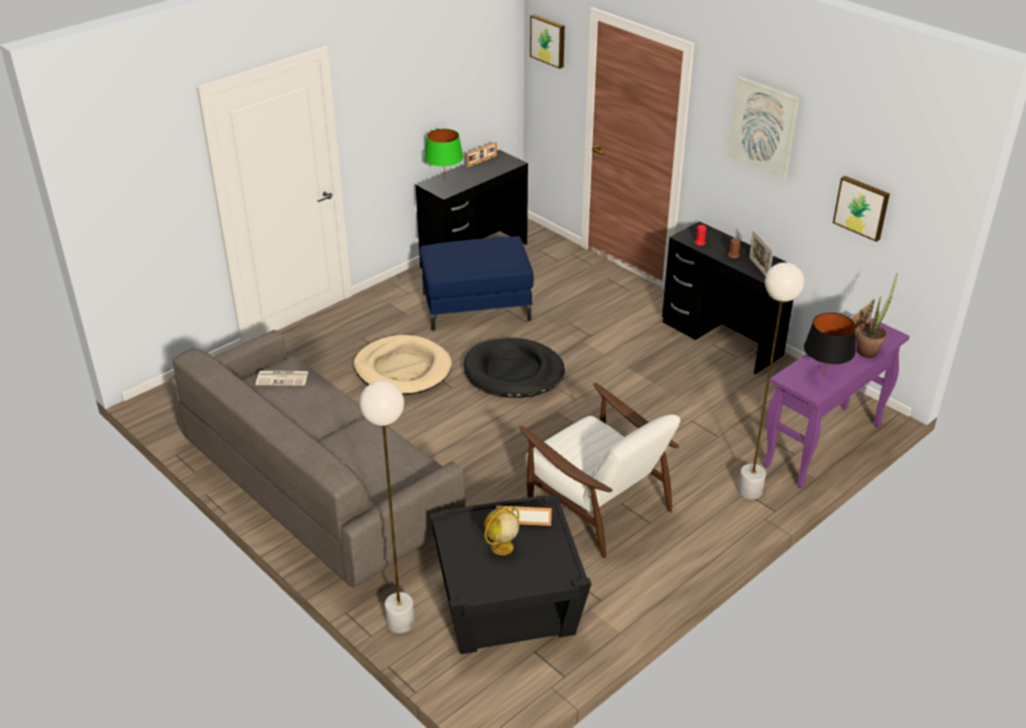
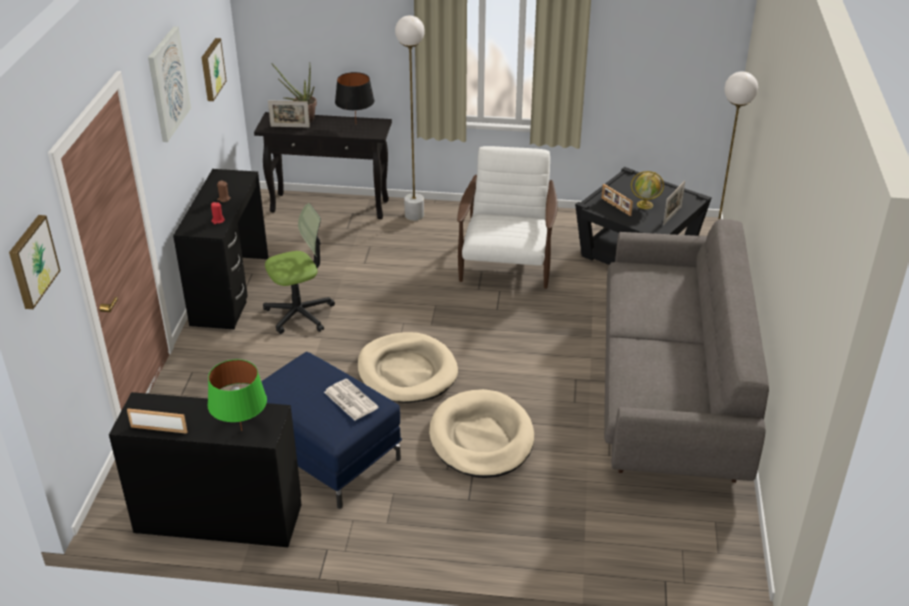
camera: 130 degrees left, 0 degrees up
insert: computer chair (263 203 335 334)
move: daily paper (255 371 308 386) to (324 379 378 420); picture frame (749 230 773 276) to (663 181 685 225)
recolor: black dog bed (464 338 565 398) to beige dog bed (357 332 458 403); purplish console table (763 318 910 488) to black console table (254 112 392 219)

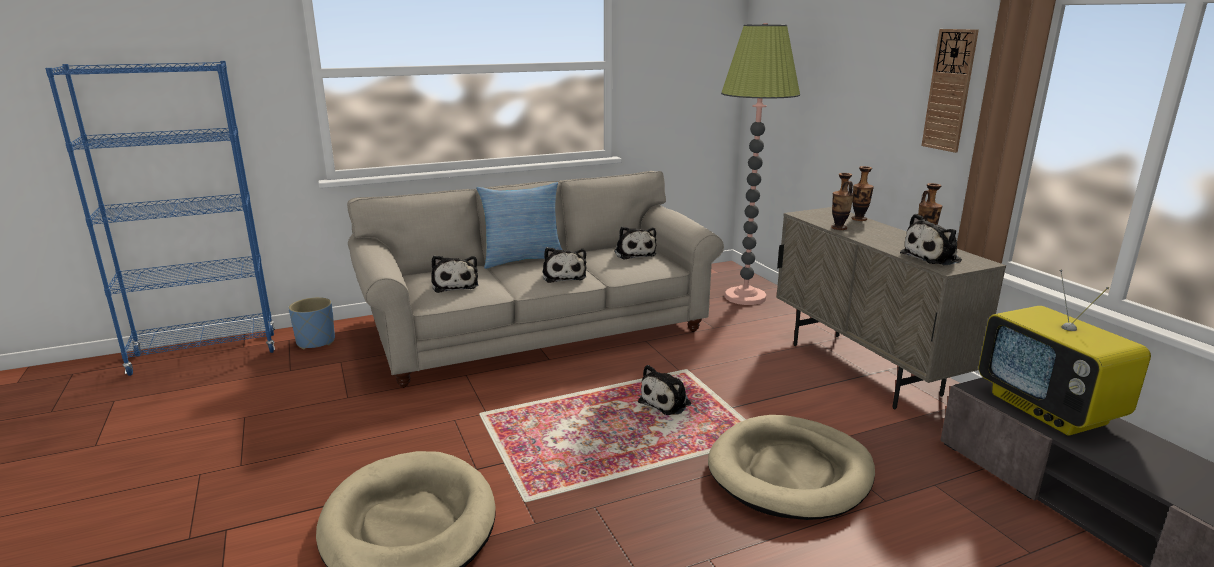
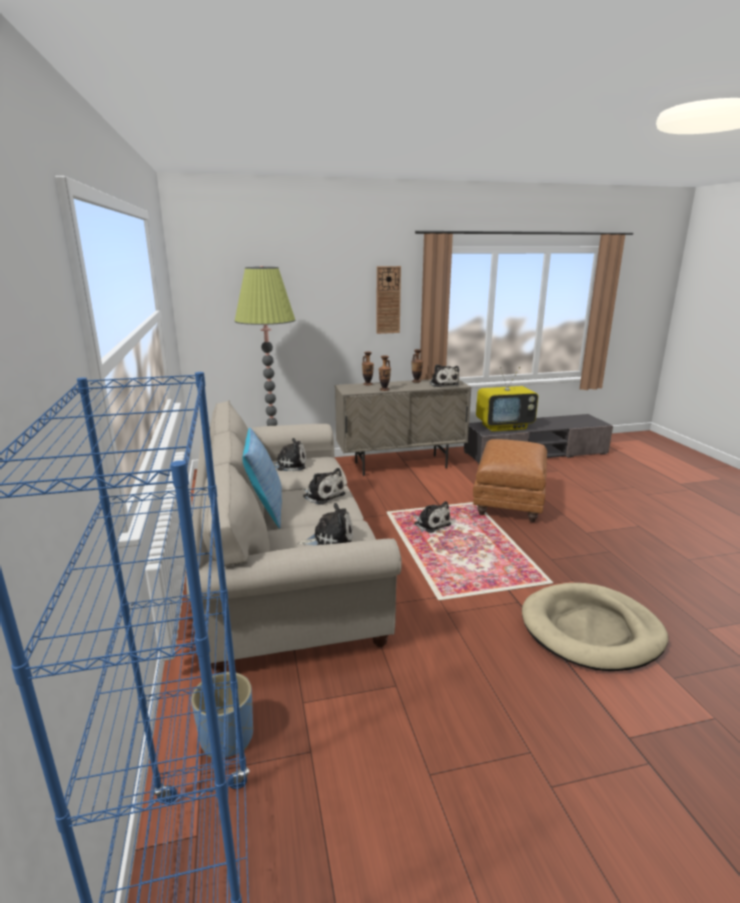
camera: 80 degrees left, 0 degrees up
replace: beige dog bed (708 415 875 520) to brown footrest (473 439 547 522)
rotate: plush toy (543 247 587 283) = (301 468 346 505) 45 degrees clockwise

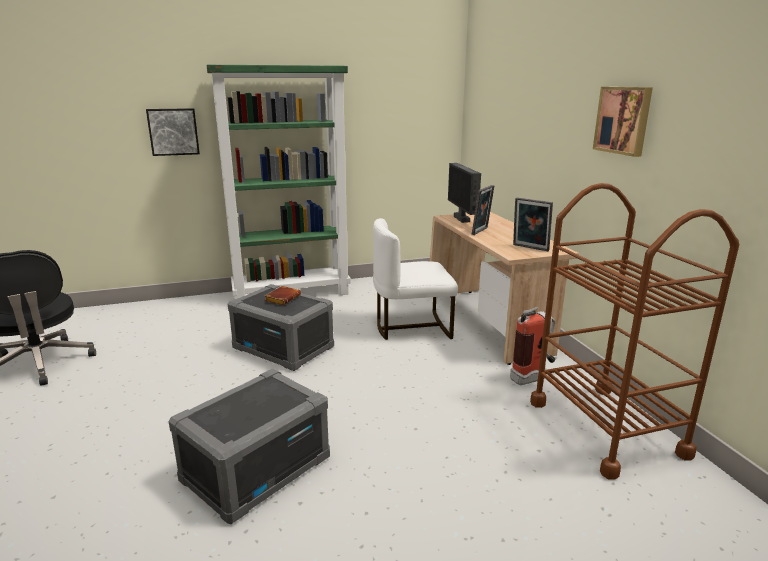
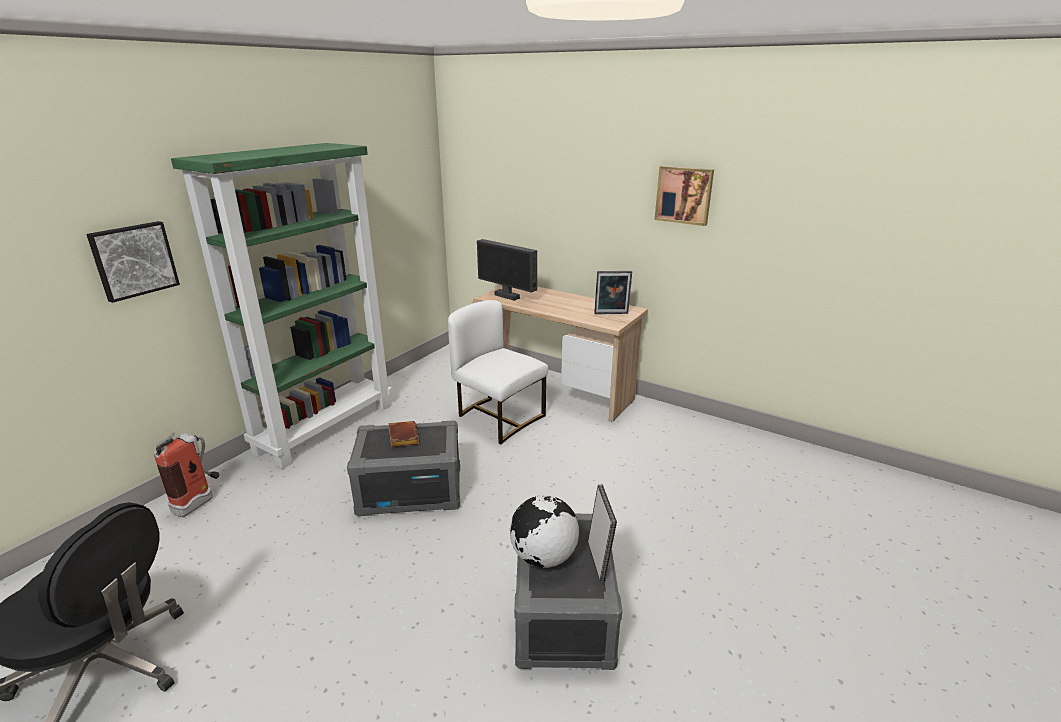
camera: 40 degrees left, 5 degrees up
delete: brown cart (530 183 739 480)
insert: world globe (510 495 579 568)
move: picture frame (472 185 494 235) to (588 485 617 582); fire-fighting cylinder (510 307 555 385) to (154 432 220 517)
rotate: whitish upright chair (373 218 458 340) = (448 300 548 444) 90 degrees clockwise

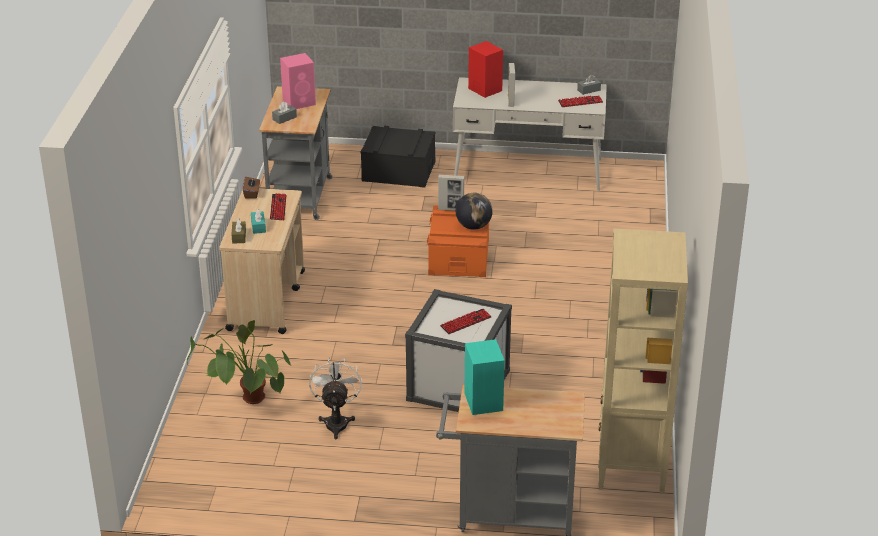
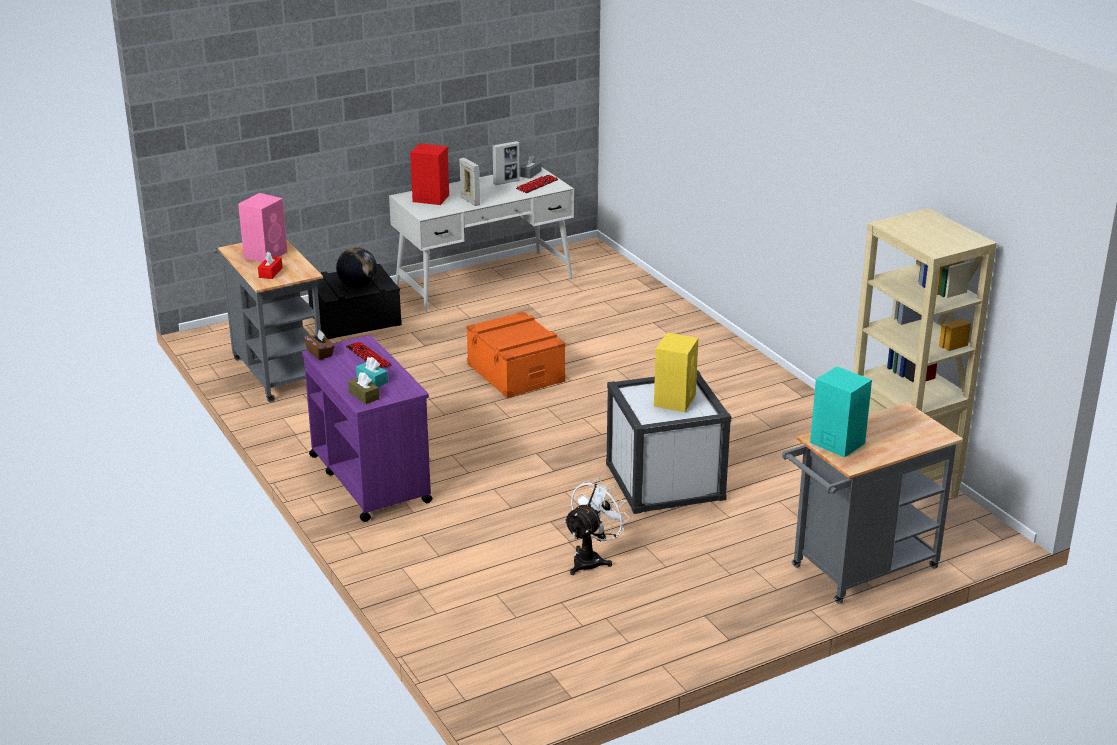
camera: 35 degrees left, 5 degrees down
delete: potted plant (187 320 292 404)
move: picture frame (438 174 465 211) to (492 141 520 185); world globe (456 193 493 230) to (336 247 377 288)
replace: keyboard (440 309 492 334) to yellow loudspeaker (654 333 698 412)
recolor: beige cart (219 188 305 334) to purplish cart (302 335 433 522); gray box of tissues (272 101 297 124) to red-coloured box of tissues (258 252 283 279)
rotate: whitish electric fan (309 357 362 439) = (564 478 630 575) 75 degrees clockwise

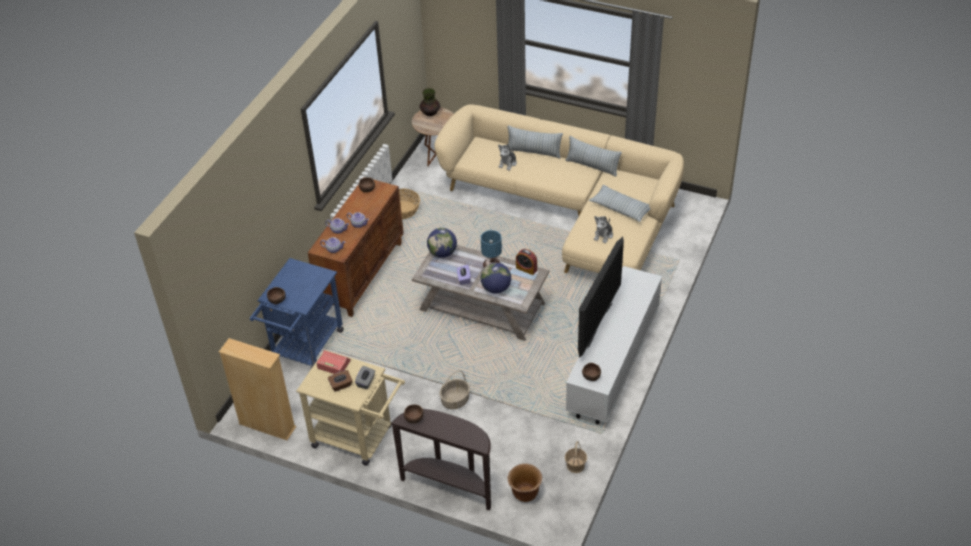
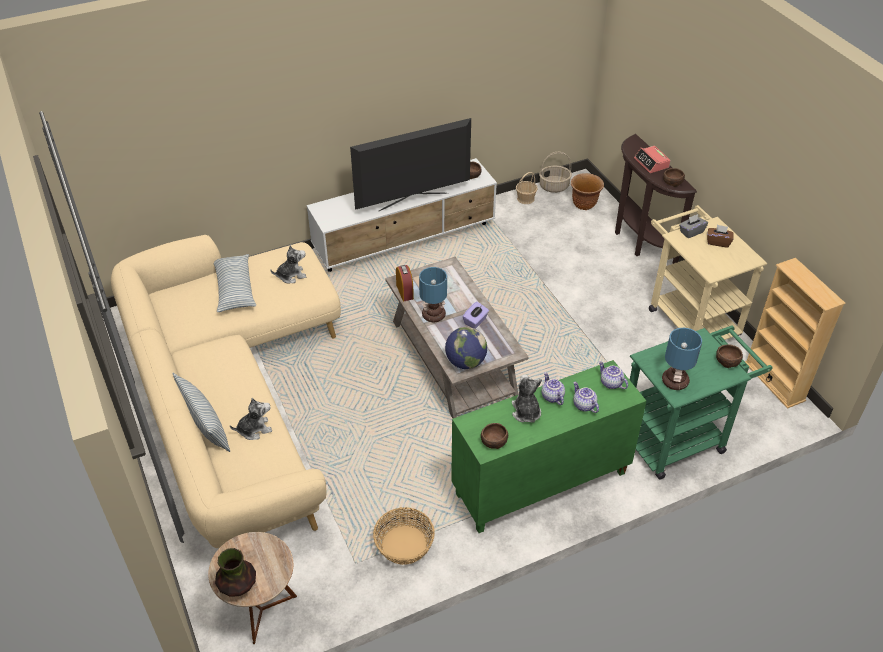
camera: 140 degrees left, 0 degrees up
delete: world globe (481 263 511 294); pillow (565 136 622 177)
insert: plush toy (512 374 542 422); lamp for a table (662 328 702 390)
move: bedside clock (317 350 351 374) to (634 146 671 173); basket (439 370 470 410) to (539 152 572 193)
recolor: blue-coloured cart (250 258 343 367) to green-coloured cart (630 326 773 479); brown storage cabinet (308 177 404 317) to green-coloured storage cabinet (451 360 647 533)

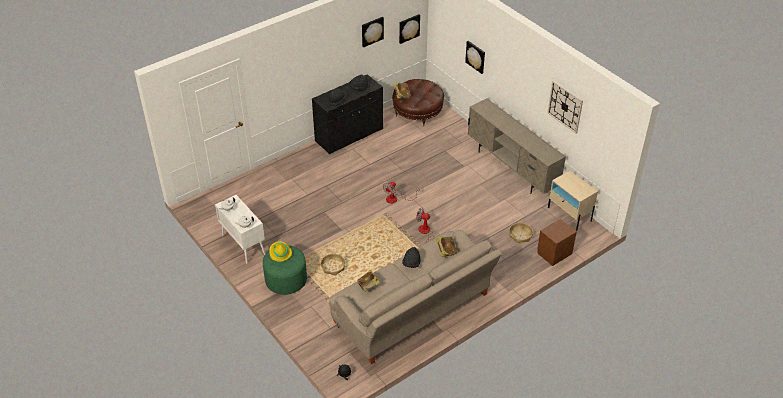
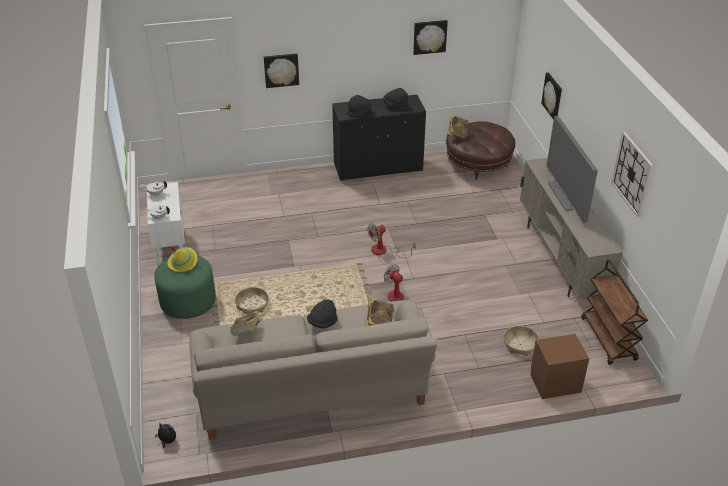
camera: 25 degrees right, 5 degrees down
insert: television (546 116 598 224)
move: wall art (399 14 420 44) to (264 53 299 88)
replace: beige bedside table (548 170 598 230) to brown cart (581 260 648 365)

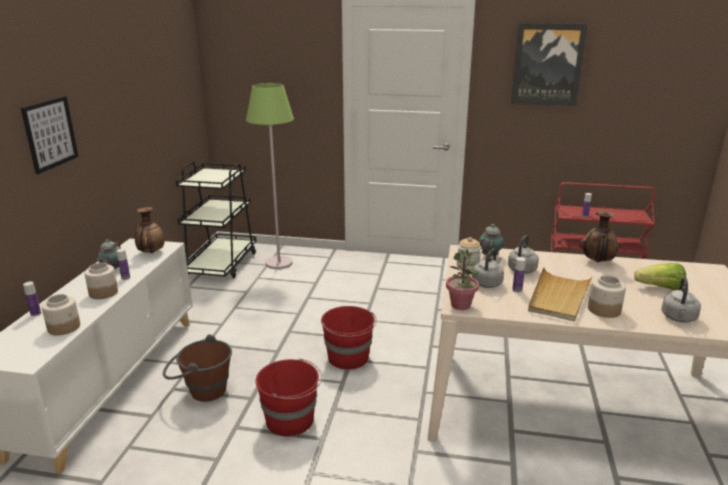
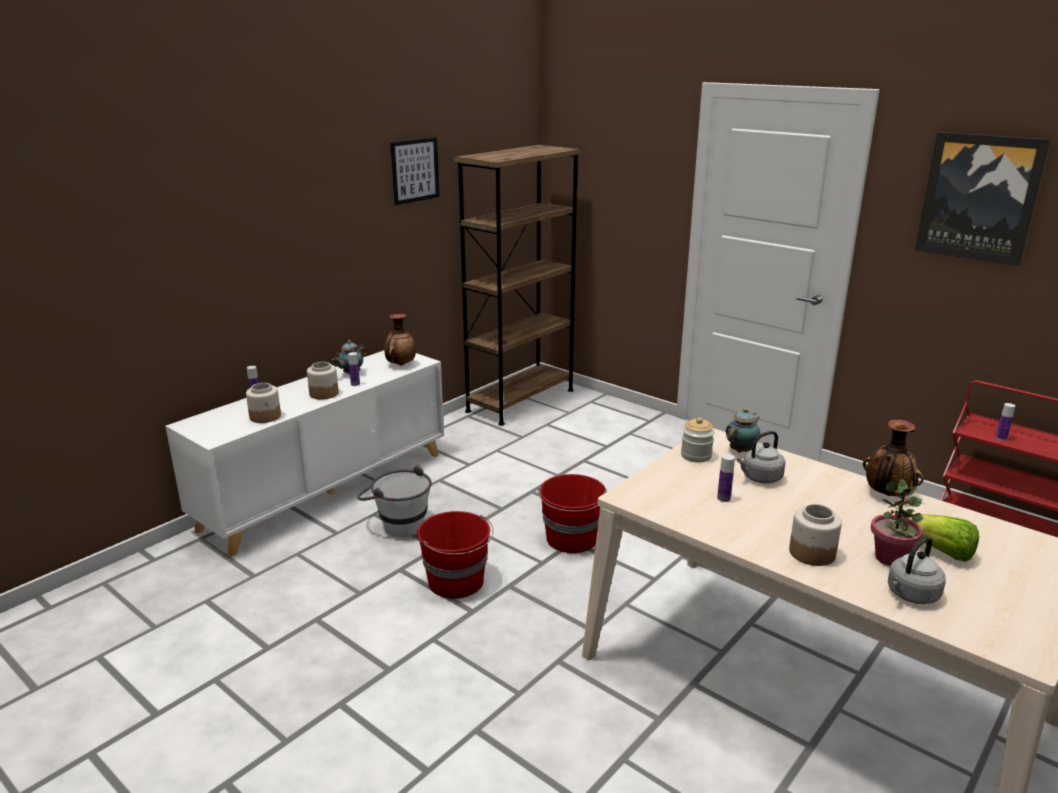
camera: 30 degrees right, 0 degrees up
delete: green-coloured floor lamp (246 83 294 269); gray tea kettle (472 248 504 288); beige serving tray (528 267 593 322)
move: wall art (21 96 79 174) to (390 137 440 205); potted plant (446 249 480 310) to (871 479 923 566)
replace: black cart (176 161 256 278) to brown shelving unit (454 145 581 426)
recolor: brown pail (163 334 232 402) to whitish pail (357 465 432 537)

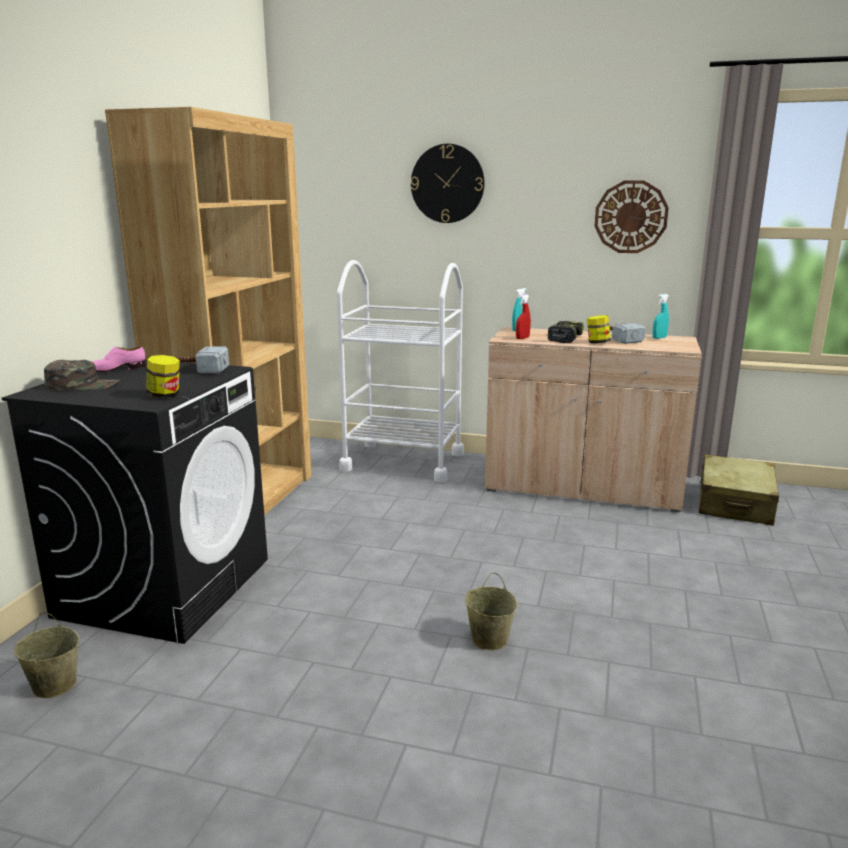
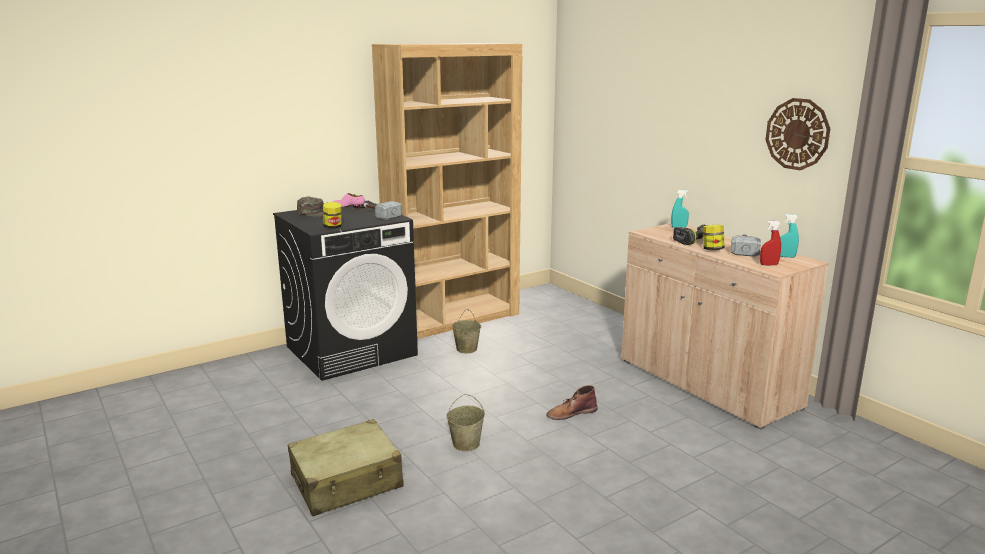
camera: 40 degrees right, 0 degrees up
delete: whitish cart (337 260 464 482); clock on the wall (411 144 485 223)
insert: brown tall boot (546 385 597 420)
move: beige pail (14 612 79 698) to (452 309 481 353); red-coloured hand sprayer (516 294 531 339) to (760 221 781 265); beige travel case (698 455 780 526) to (288 419 404 516)

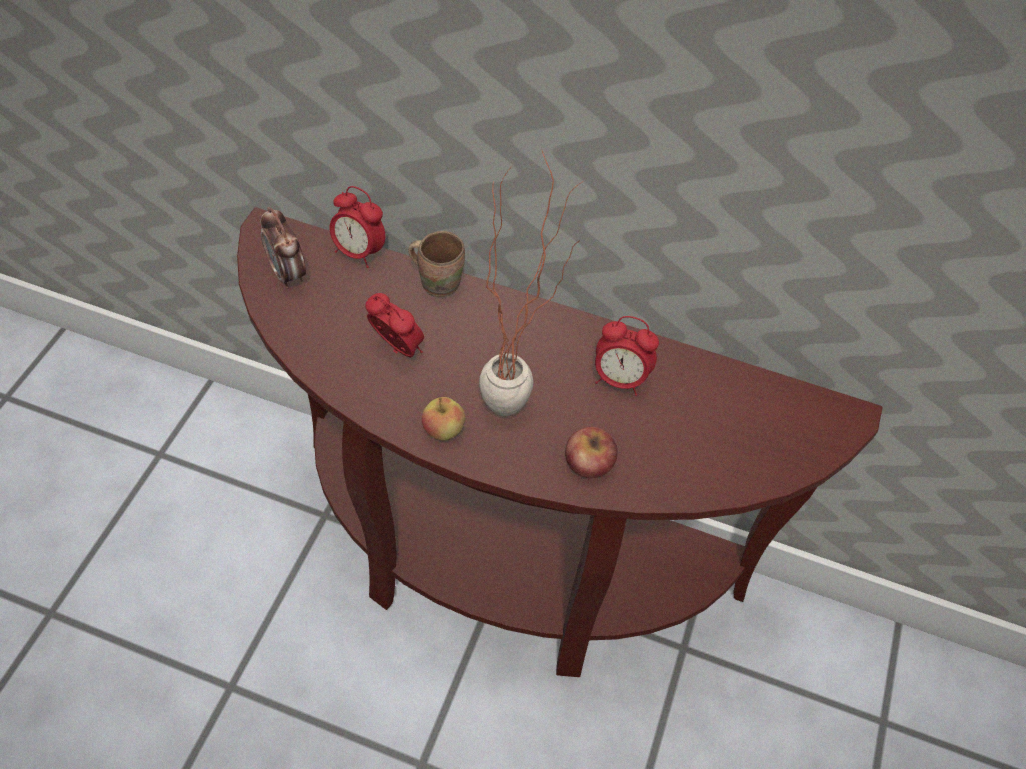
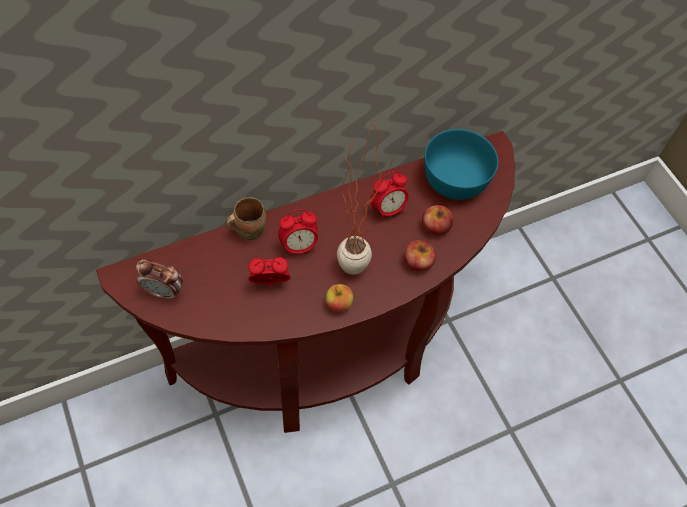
camera: 45 degrees left, 5 degrees up
insert: apple fruit (422 205 454 236); blue-green bowl (424 129 498 200)
move: bedside clock (330 186 385 268) to (278 209 318 257)

